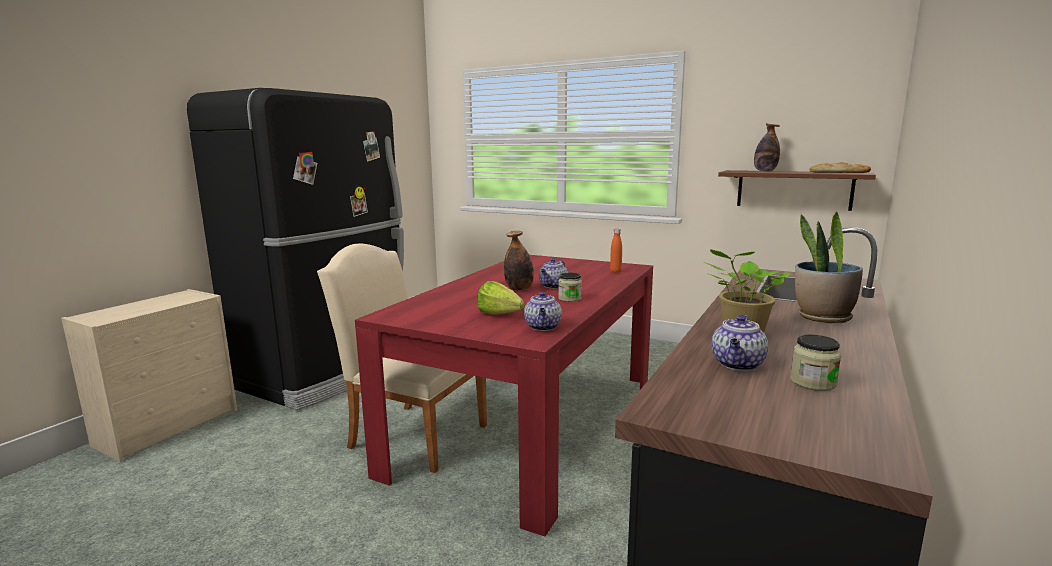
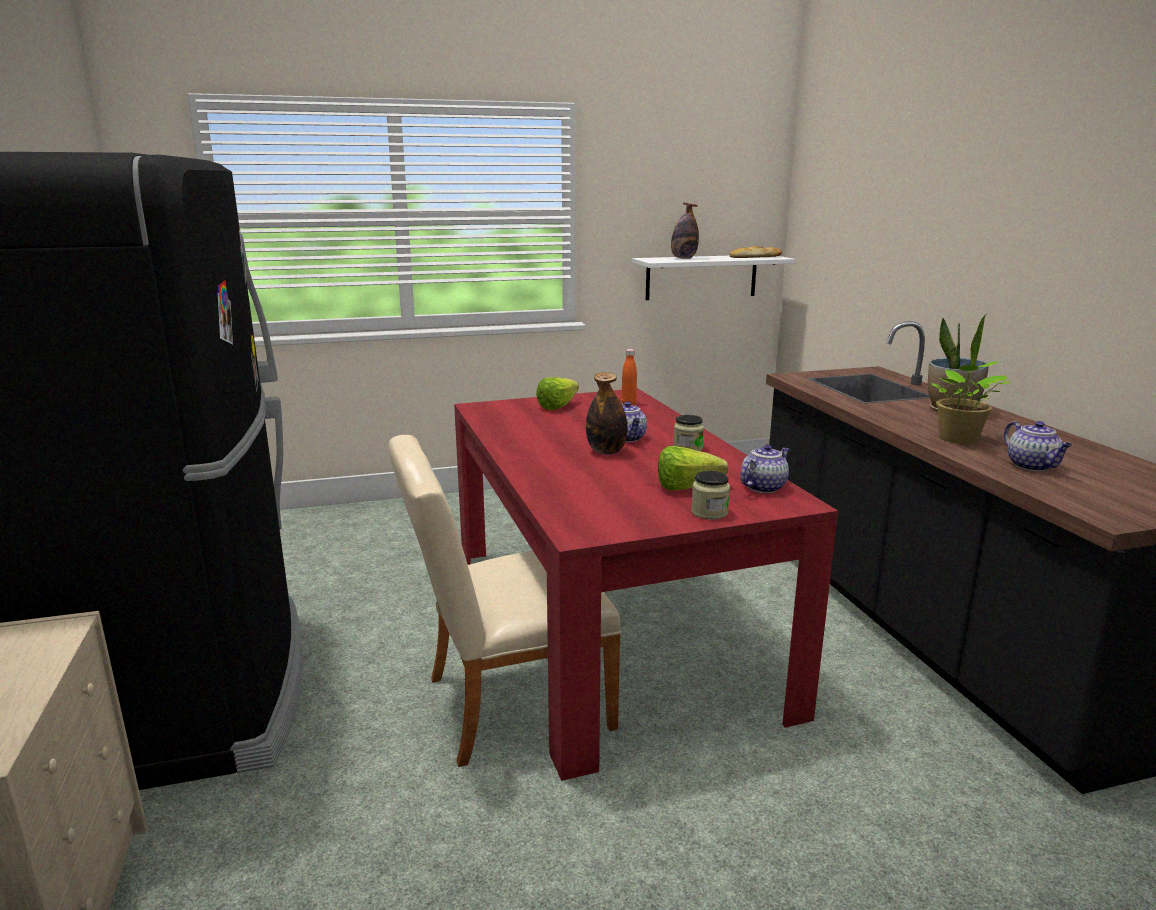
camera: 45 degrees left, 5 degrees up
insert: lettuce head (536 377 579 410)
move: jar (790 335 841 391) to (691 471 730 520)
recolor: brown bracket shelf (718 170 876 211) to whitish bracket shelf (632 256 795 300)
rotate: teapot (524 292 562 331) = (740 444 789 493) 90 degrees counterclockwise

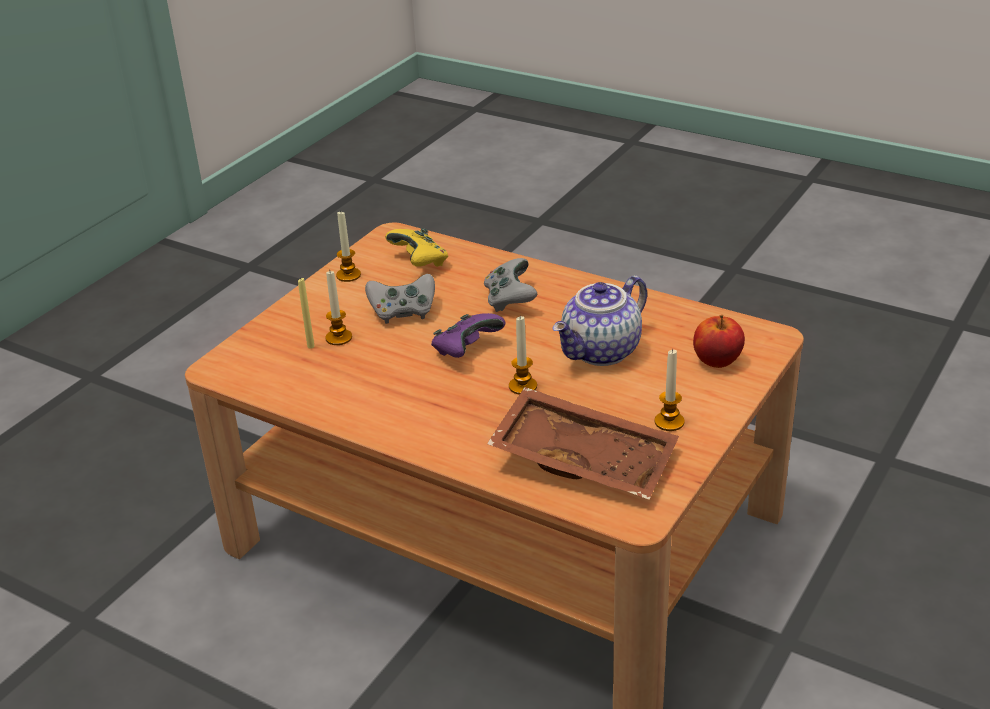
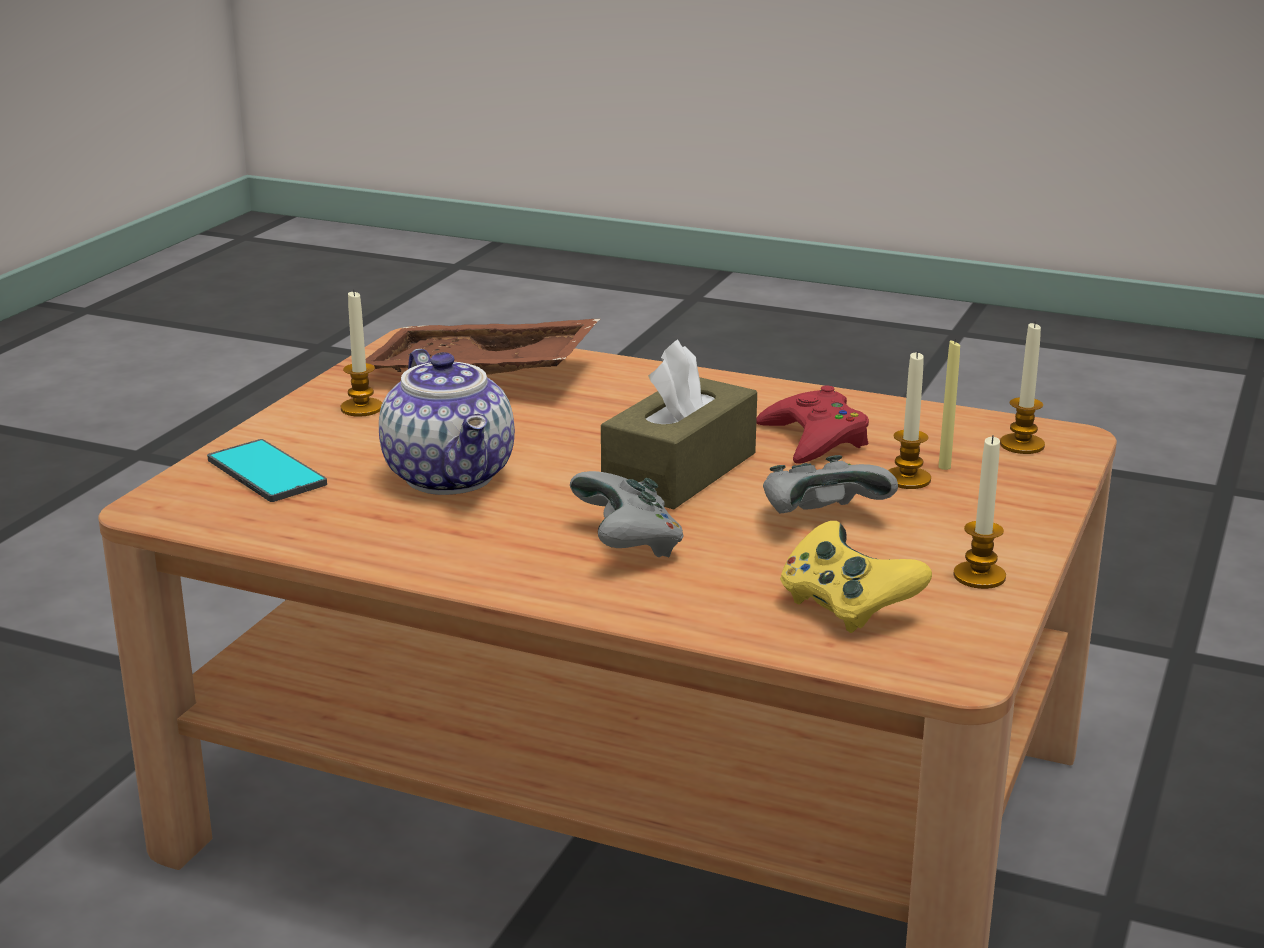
camera: 170 degrees right, 10 degrees down
insert: red-coloured gamepad (756 386 869 464)
move: wax light (509 316 537 395) to (1000 321 1045 454)
replace: purplish gamepad (431 313 505 358) to brown box of tissues (601 339 757 509); apple fruit (693 315 745 368) to handset (207 439 327 502)
rotate: teapot (552 275 647 366) = (379 349 515 495) 120 degrees clockwise

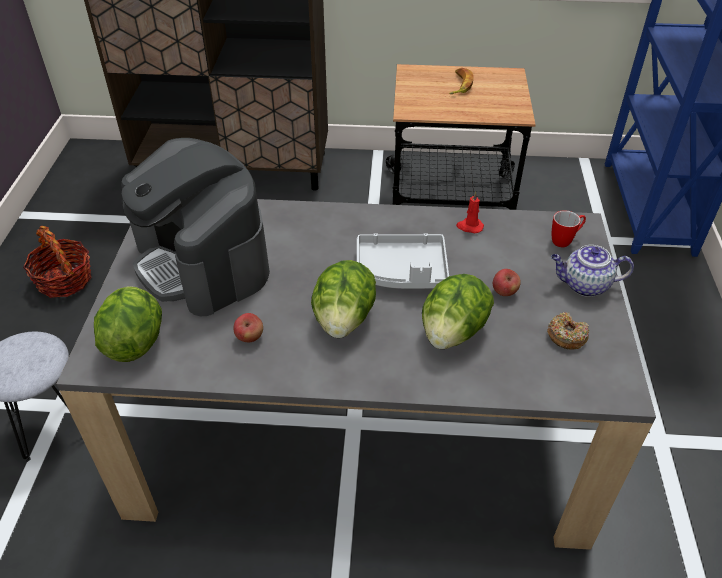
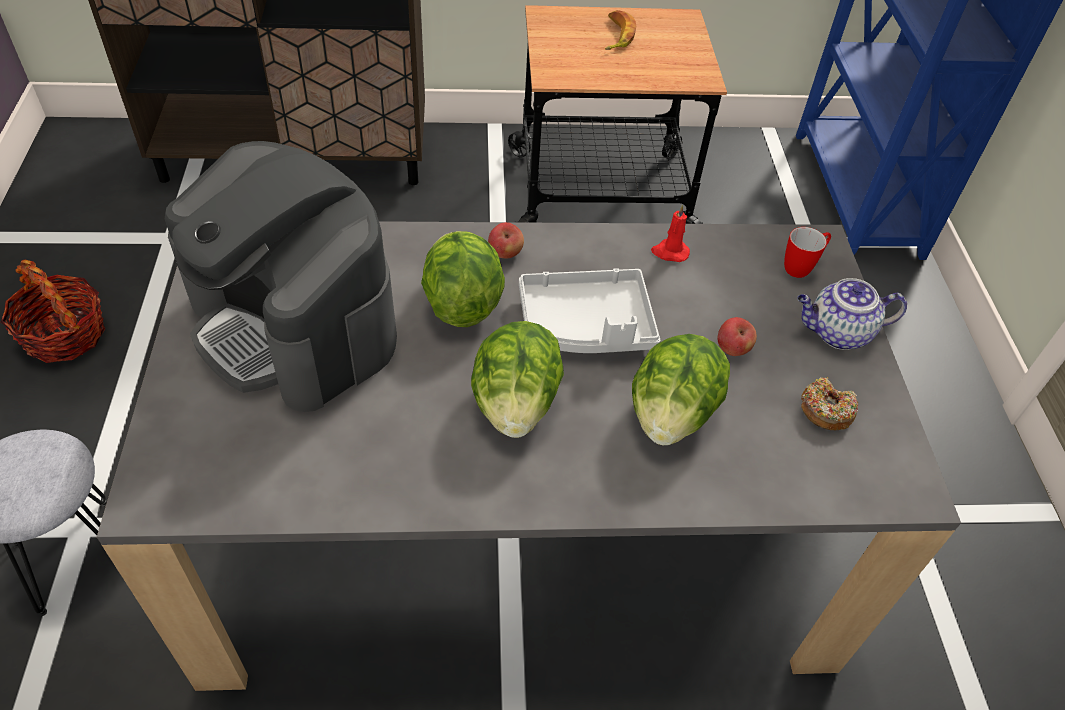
camera: 10 degrees left, 5 degrees up
move: lettuce head (94 286 162 362) to (421 231 505 327); apple fruit (234 313 263 342) to (488 222 524 259)

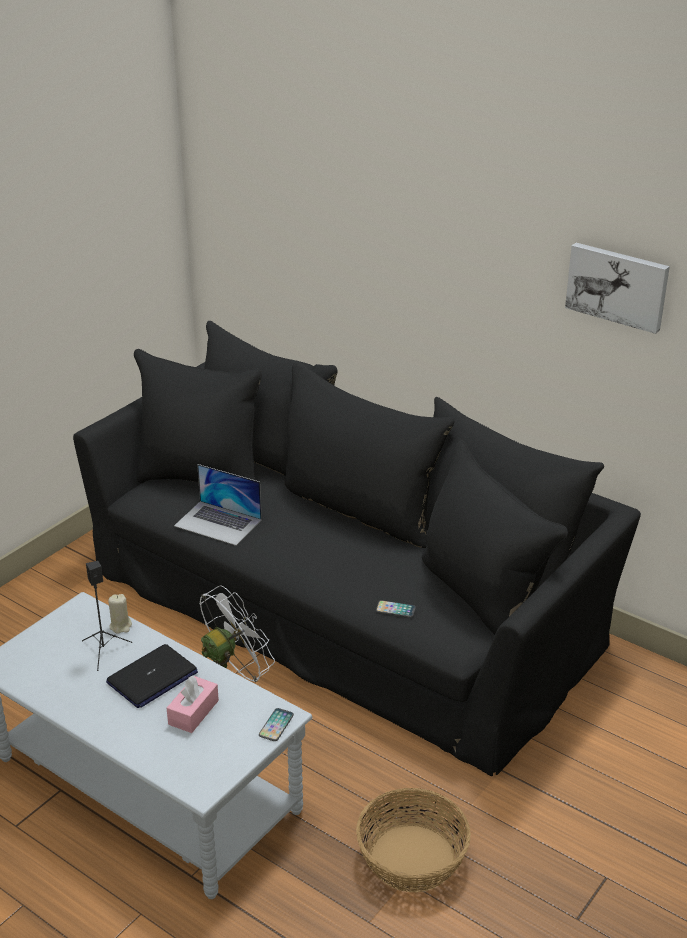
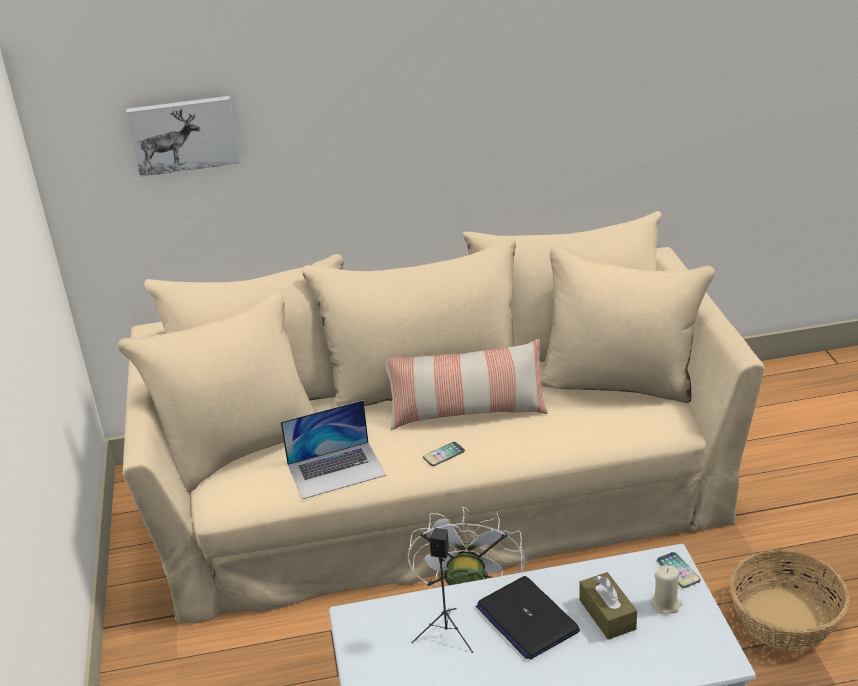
camera: 45 degrees left, 0 degrees up
insert: pillow (385 339 548 430)
move: beige wax light (108 594 132 634) to (650 566 682 614); handset (376 600 416 617) to (423 442 465 466); wall art (565 243 670 334) to (126 96 240 177)
recolor: black settee (73 321 641 776) to beige settee (118 211 765 623); pinkish box of tissues (167 676 219 733) to brown box of tissues (579 572 637 640)
rotate: notebook computer (106 644 198 708) = (476 576 580 660) 150 degrees clockwise

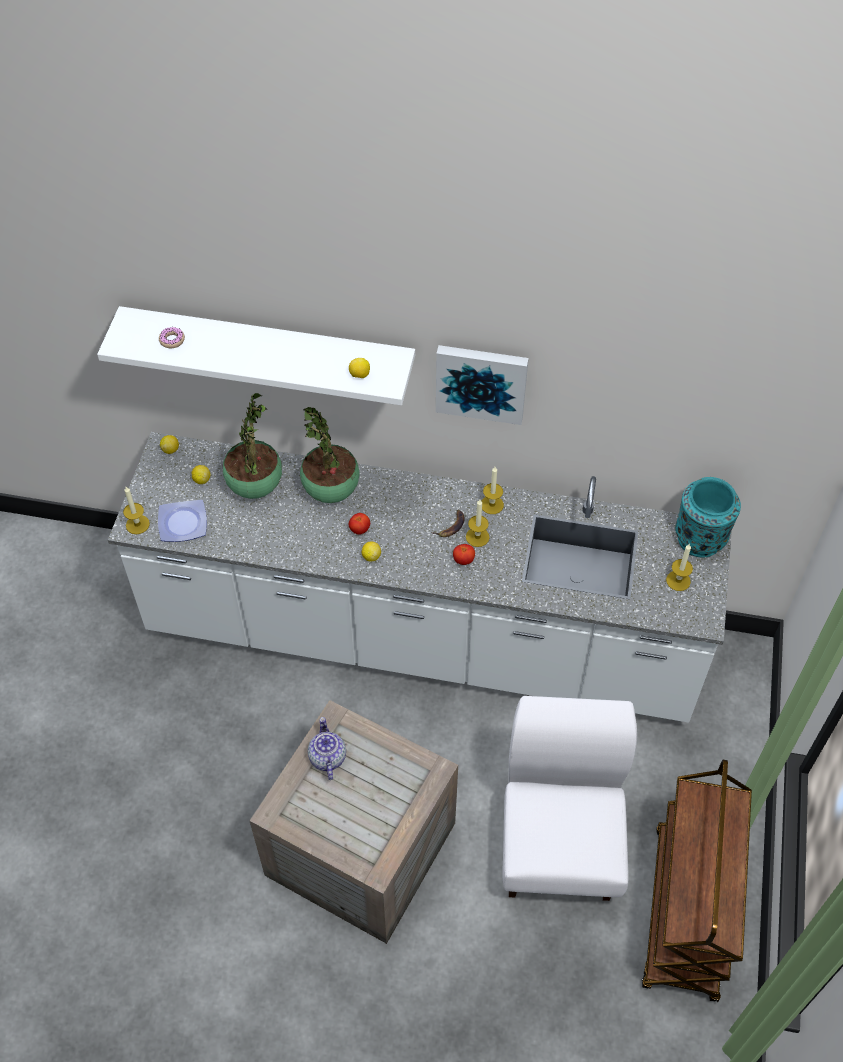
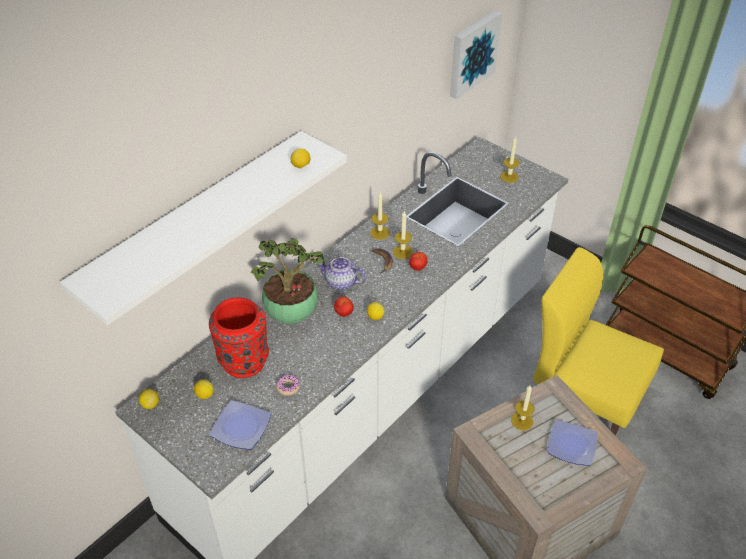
camera: 60 degrees left, 10 degrees down
delete: blue-green flower vase (675 477 741 557)
insert: flat dish (548 420 597 466)
move: wax light (123 487 150 534) to (511 385 535 430); ring doughnut (159 327 185 349) to (276 375 300 396); teapot (308 717 346 780) to (319 257 366 290); wall art (436 345 529 425) to (450 10 502 99)
replace: potted plant (223 393 282 499) to red-coloured flower vase (209 297 269 378)
recolor: whitish upright chair (502 696 637 901) to yellow upright chair (533 247 664 436)

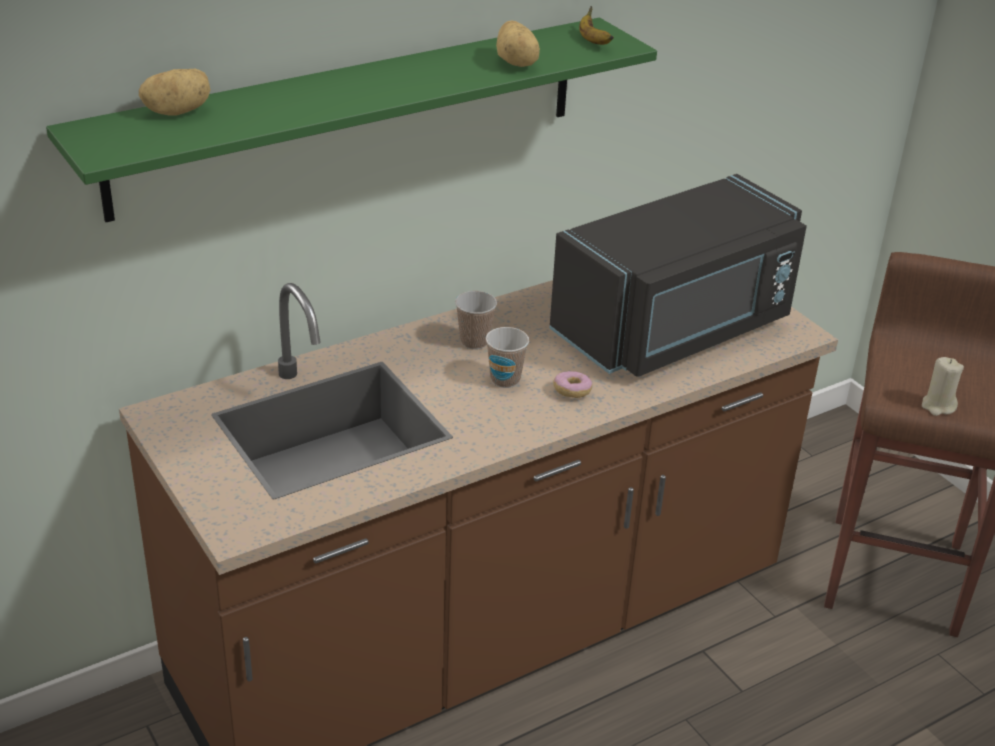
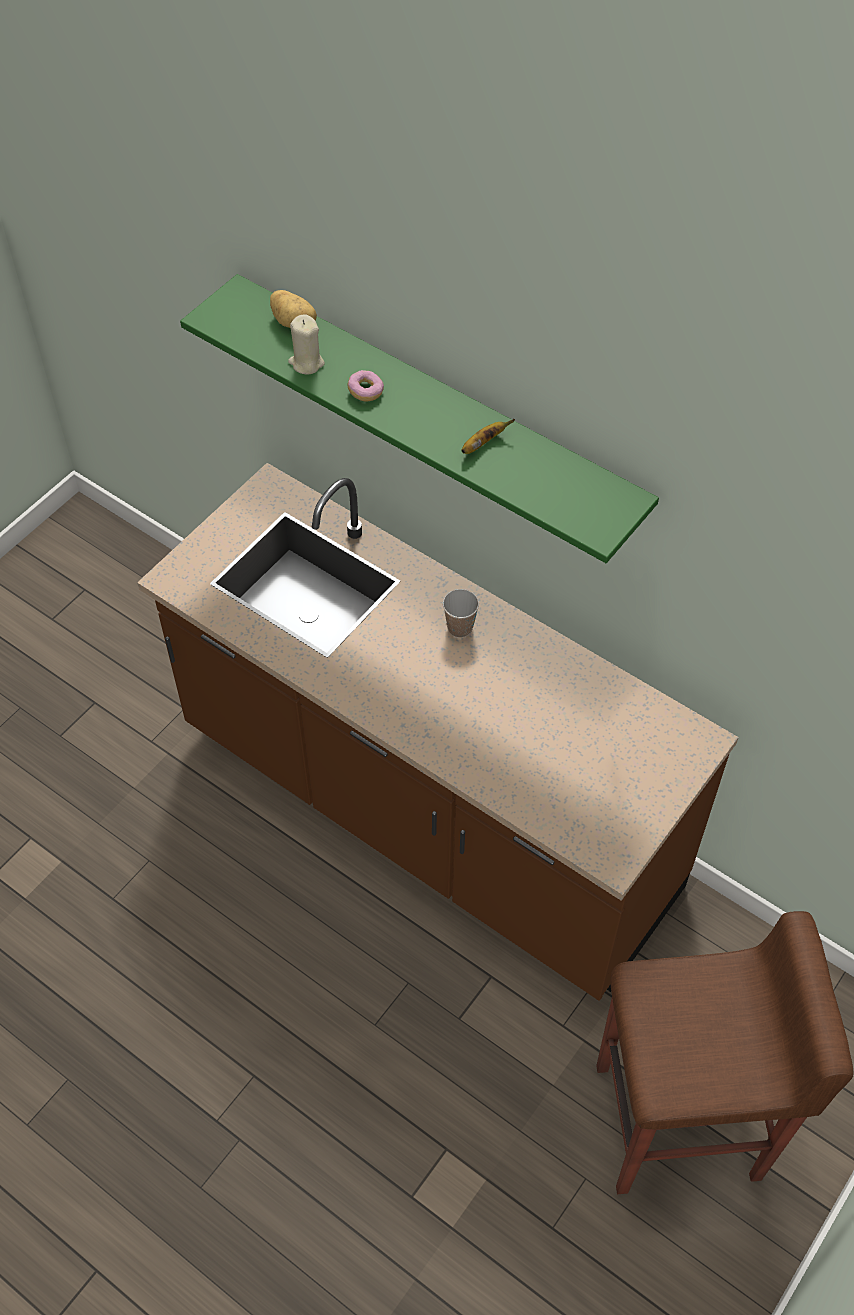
camera: 70 degrees right, 20 degrees up
delete: drinking cup (486 327 529 388); potato (496 21 540 67); black microwave (550 174 807 377)
move: ring doughnut (553 371 592 398) to (348 370 384 402); banana (579 6 614 45) to (461 419 515 454); beige wax light (922 357 964 416) to (288 314 325 375)

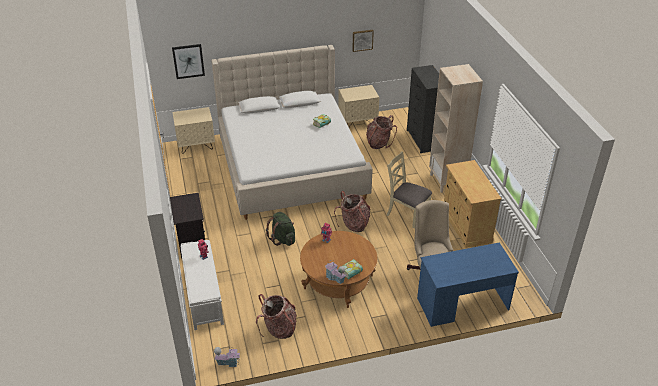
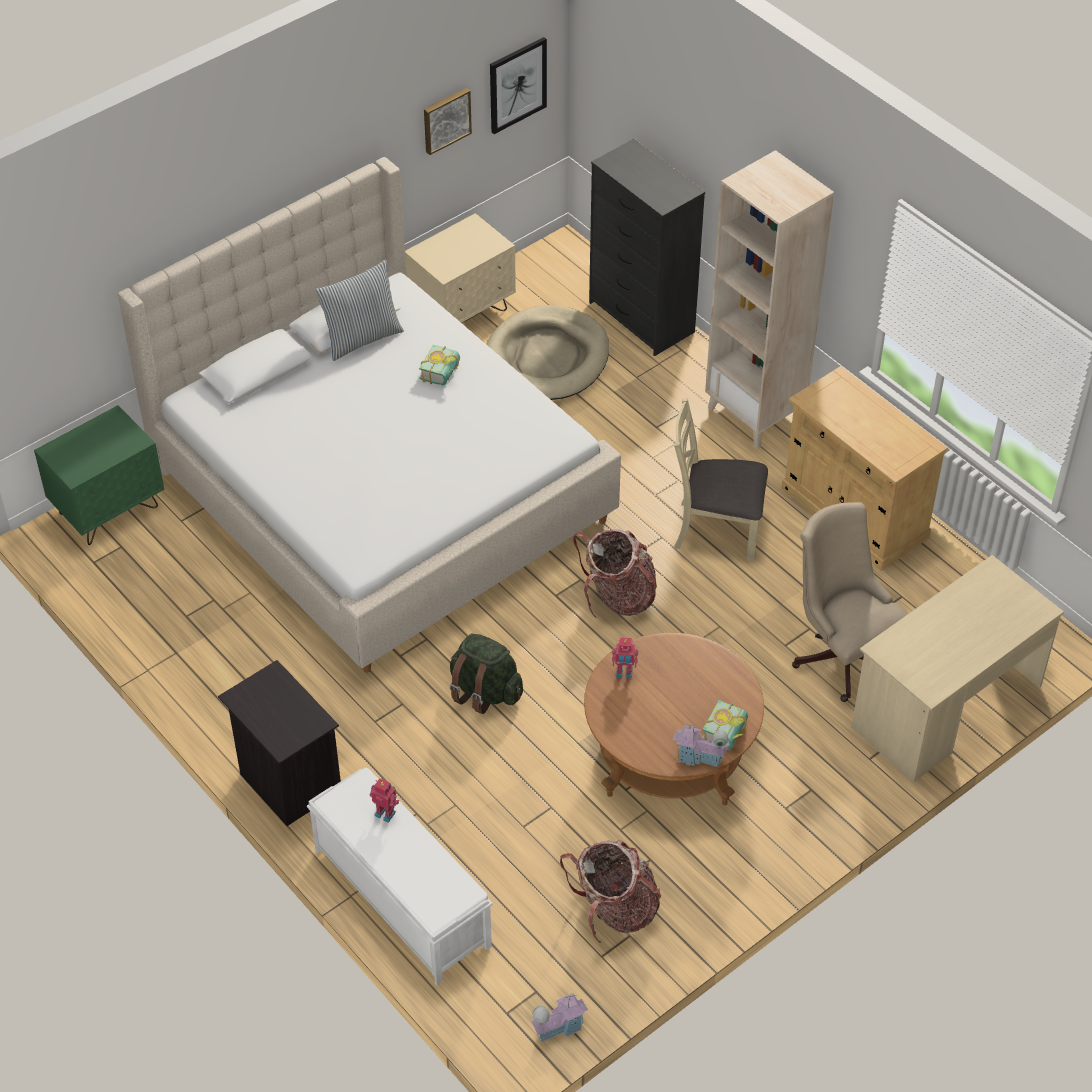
camera: 25 degrees left, 10 degrees up
insert: pillow (315 260 404 361)
move: wall art (172 44 205 79) to (490 37 547 134)
replace: knapsack (366 115 397 149) to beige dog bed (486 305 609 400)
recolor: beige bedside table (172 107 215 154) to green-coloured bedside table (34 405 164 545); blue-coloured desk table (417 242 519 327) to beige desk table (851 555 1064 783)

